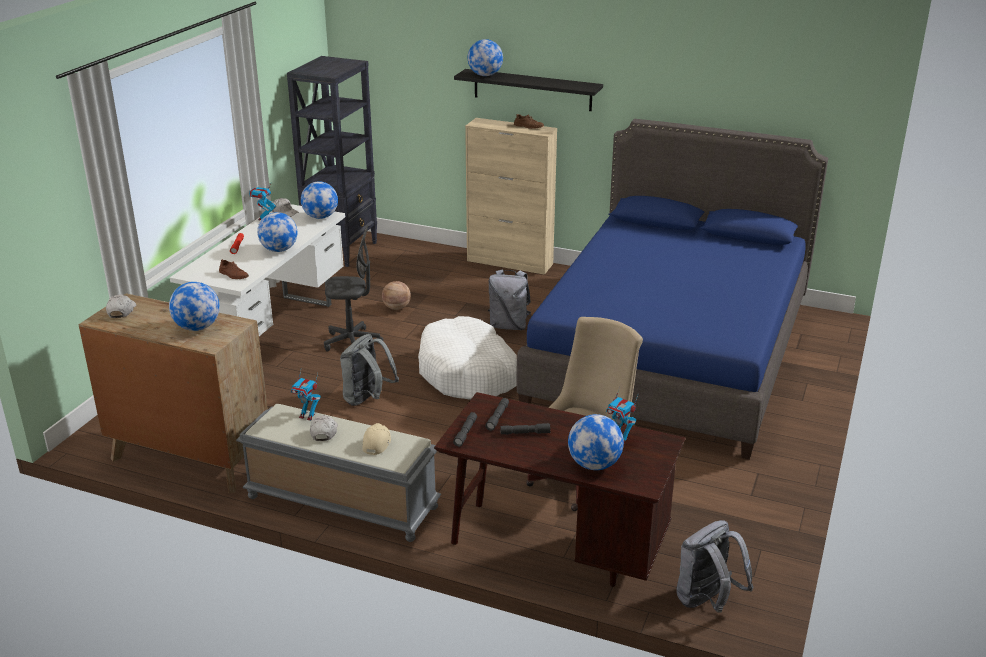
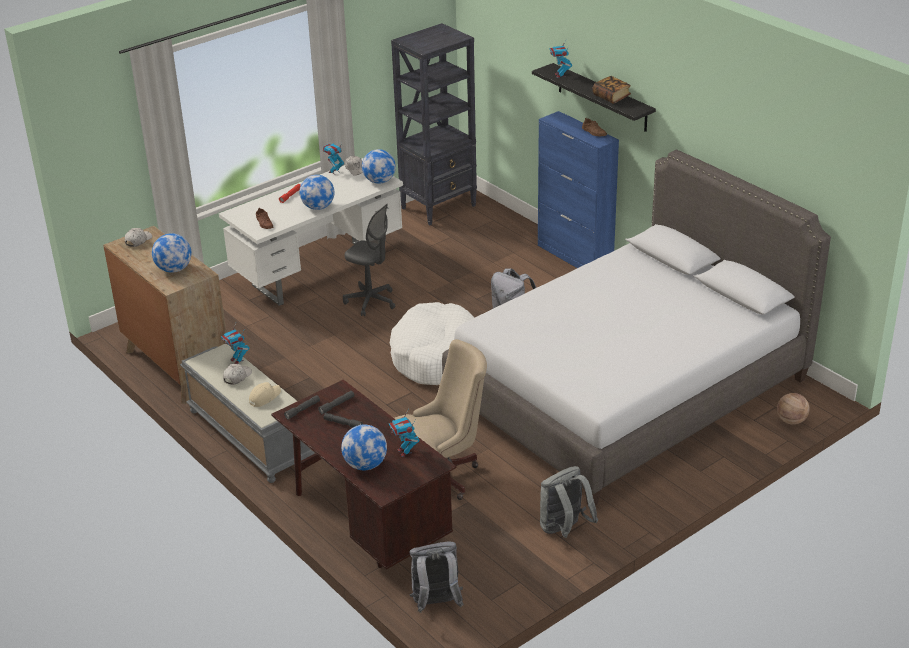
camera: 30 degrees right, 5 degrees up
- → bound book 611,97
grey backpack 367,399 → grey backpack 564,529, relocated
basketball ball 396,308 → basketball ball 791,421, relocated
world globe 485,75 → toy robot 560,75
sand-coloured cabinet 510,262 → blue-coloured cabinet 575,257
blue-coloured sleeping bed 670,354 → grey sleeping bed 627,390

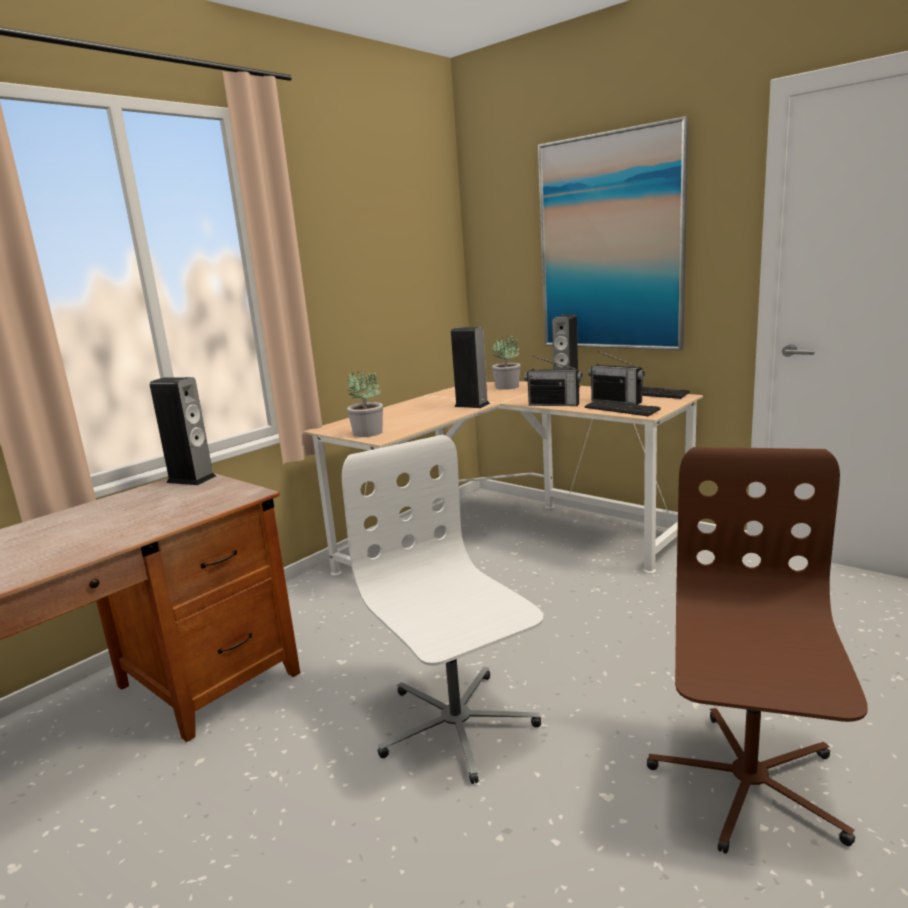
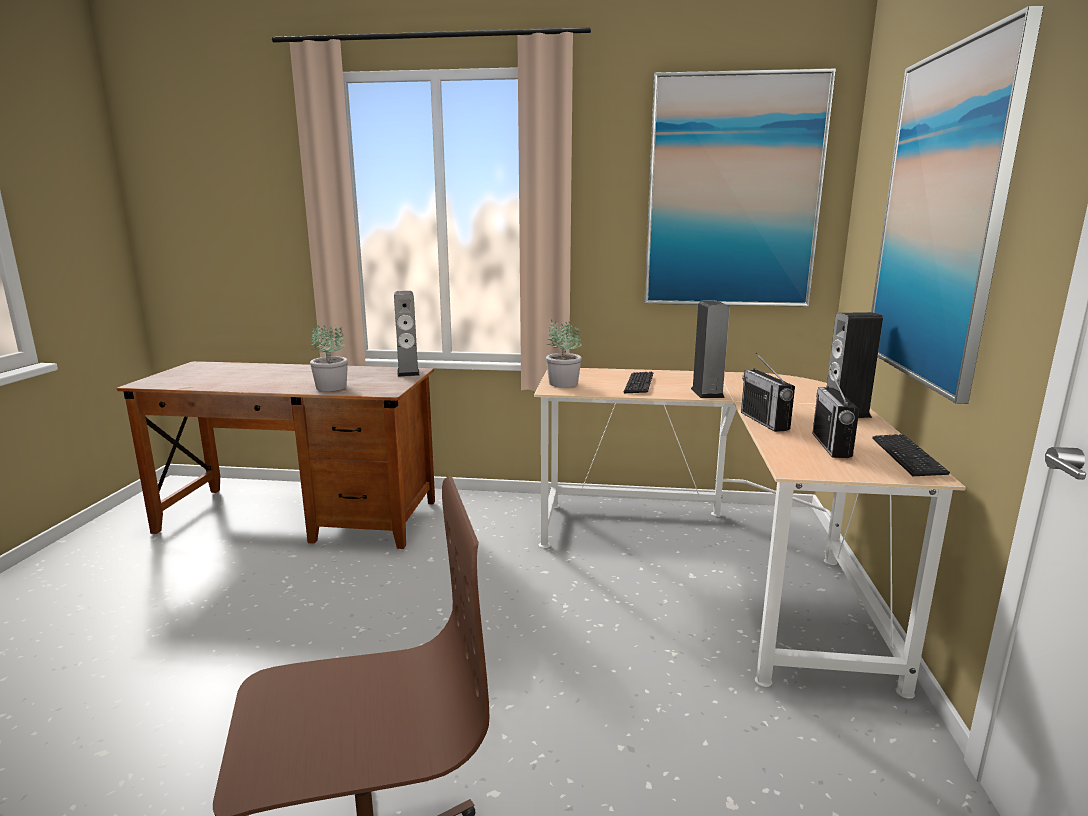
camera: 55 degrees right, 0 degrees up
white office chair 455,725 → -
- → wall picture 733,193
potted plant 507,387 → potted plant 331,387, relocated
PC keyboard 621,409 → PC keyboard 639,384, relocated

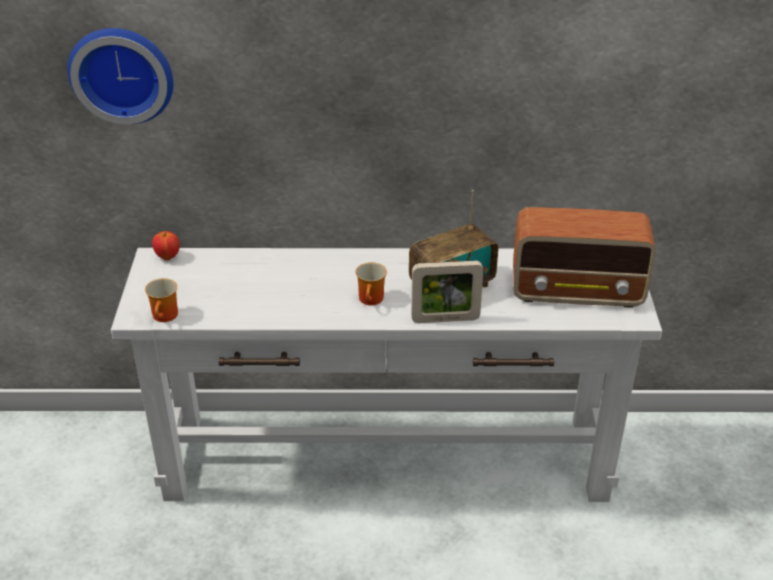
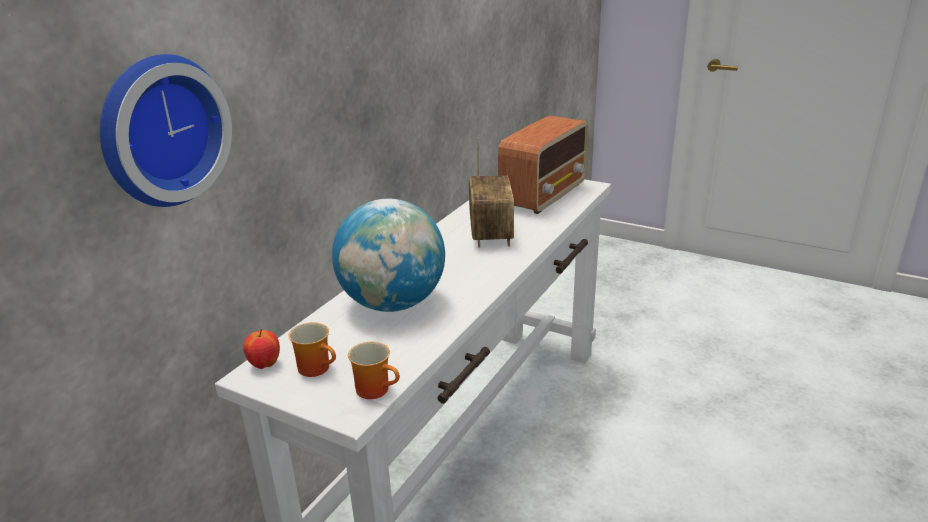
camera: 60 degrees left, 10 degrees down
standing frame 445,319 → -
- → world globe 393,304
tea mug 372,300 → tea mug 318,368, relocated

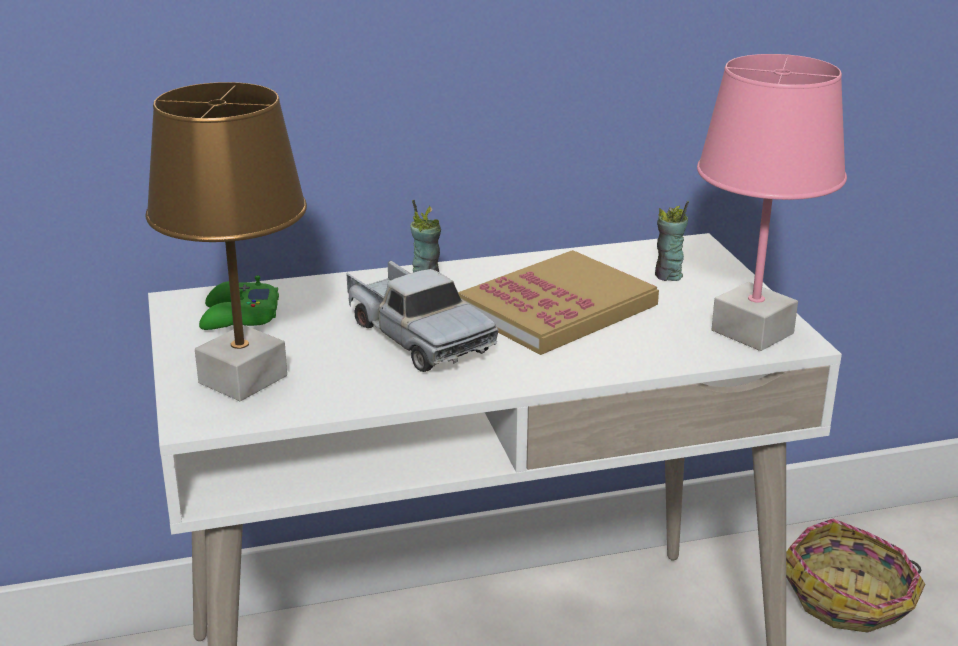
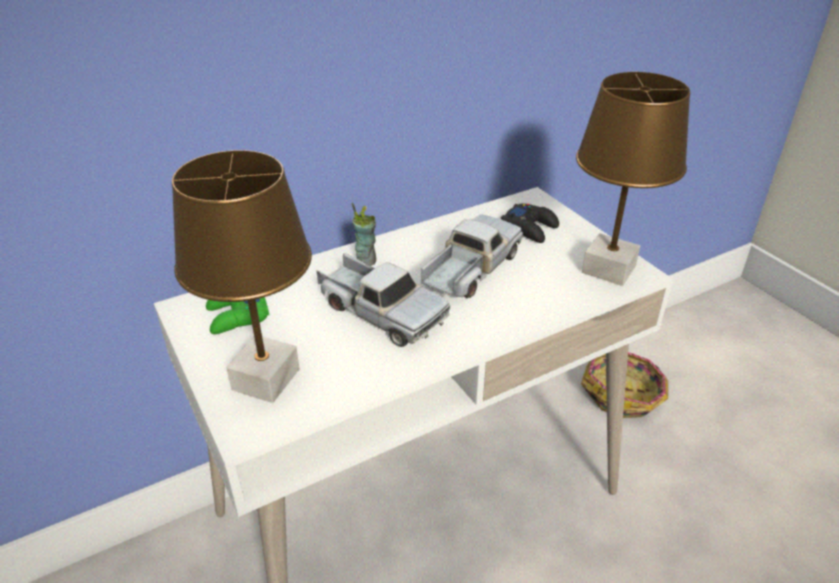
camera: 15 degrees left, 10 degrees up
bound book 558,309 → toy truck 470,270
small cup 668,276 → black gamepad 529,228
pink-coloured table lamp 751,332 → brownish table lamp 607,269

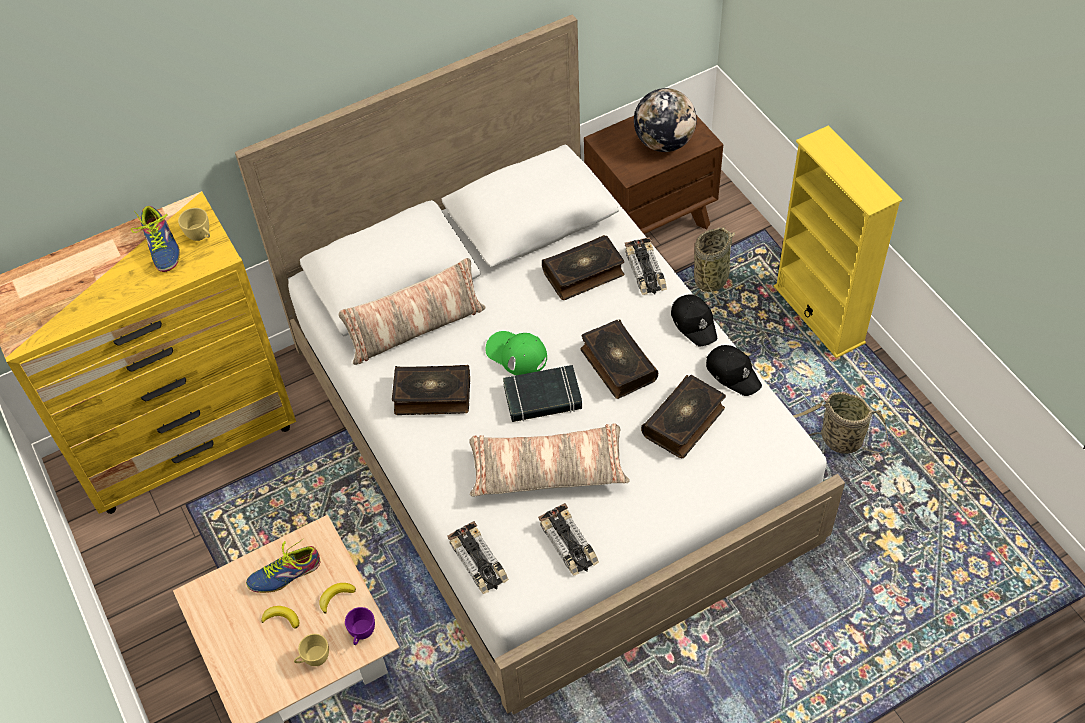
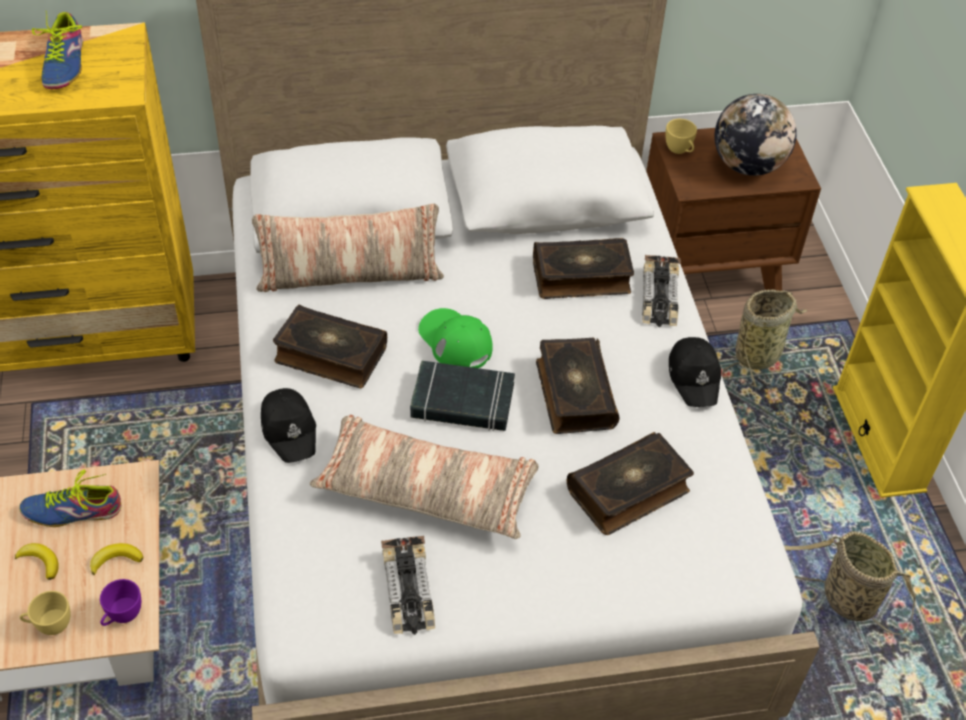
camera: 15 degrees right, 5 degrees down
miniature car 479,562 → -
yellow-coloured small cup 201,236 → yellow-coloured small cup 680,150, relocated
black peaked cap 733,373 → black peaked cap 290,429, relocated

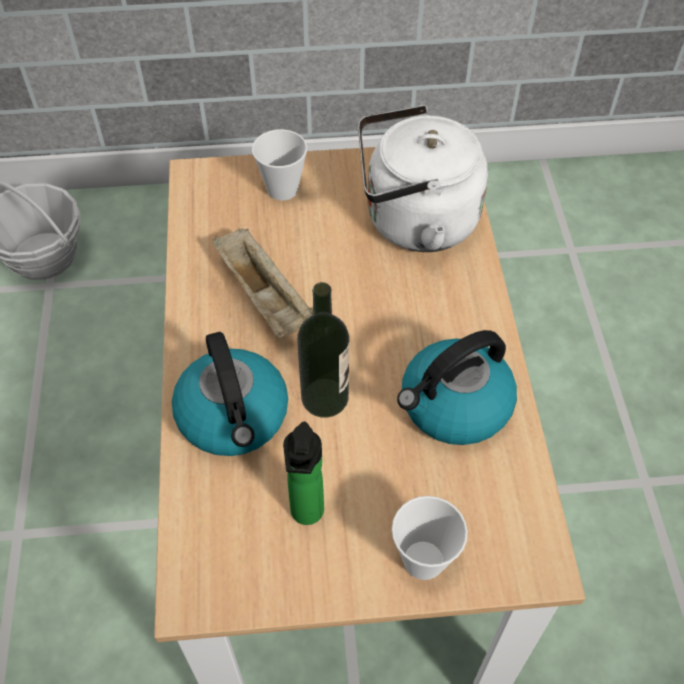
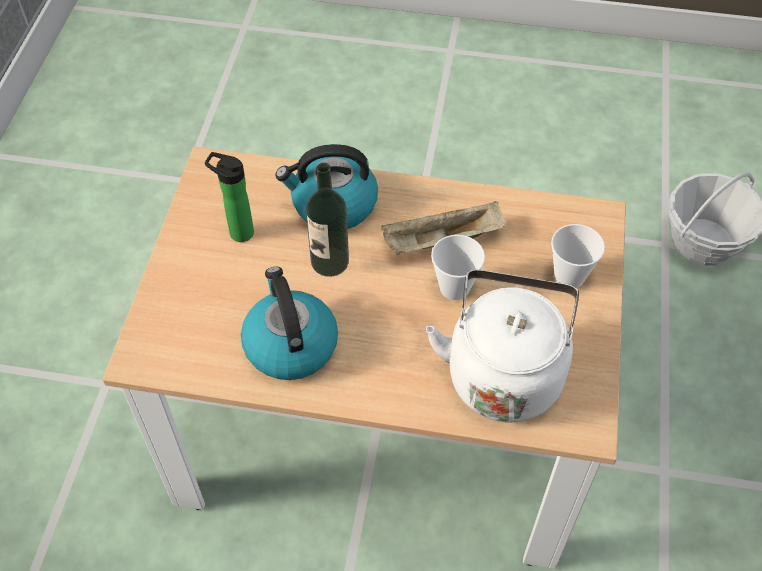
camera: 105 degrees right, 0 degrees up
small cup 423,560 → small cup 454,288, relocated

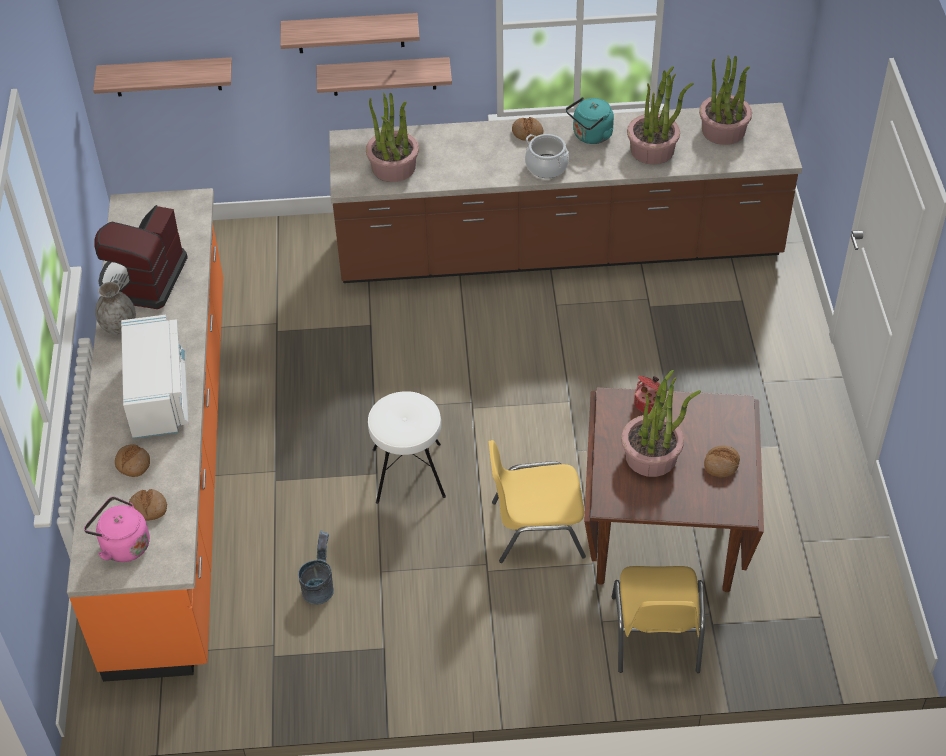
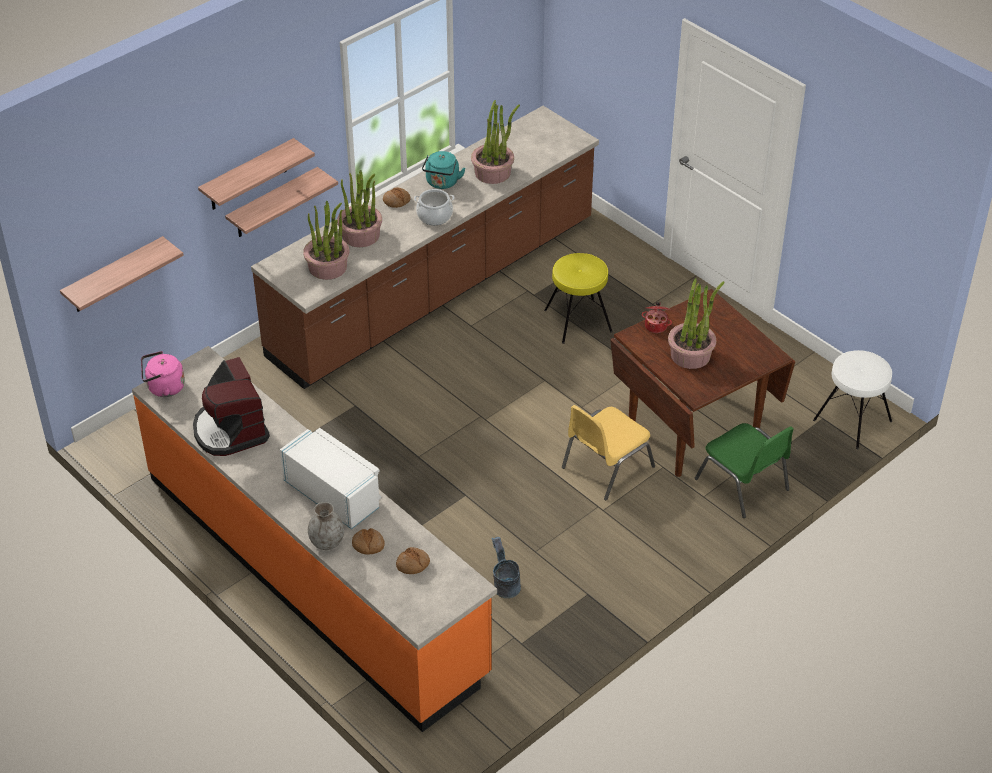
camera: 40 degrees left, 5 degrees down
bread 721,464 → -
- → yellow-coloured stool seat 578,321
pink-coloured tea kettle 122,545 → pink-coloured tea kettle 163,388, relocated
grey vase 119,327 → grey vase 327,542, relocated
white stool seat 408,472 → white stool seat 852,420, relocated
potted plant 723,130 → potted plant 361,235, relocated
yellow-coloured plain chair 656,636 → green-coloured plain chair 743,485

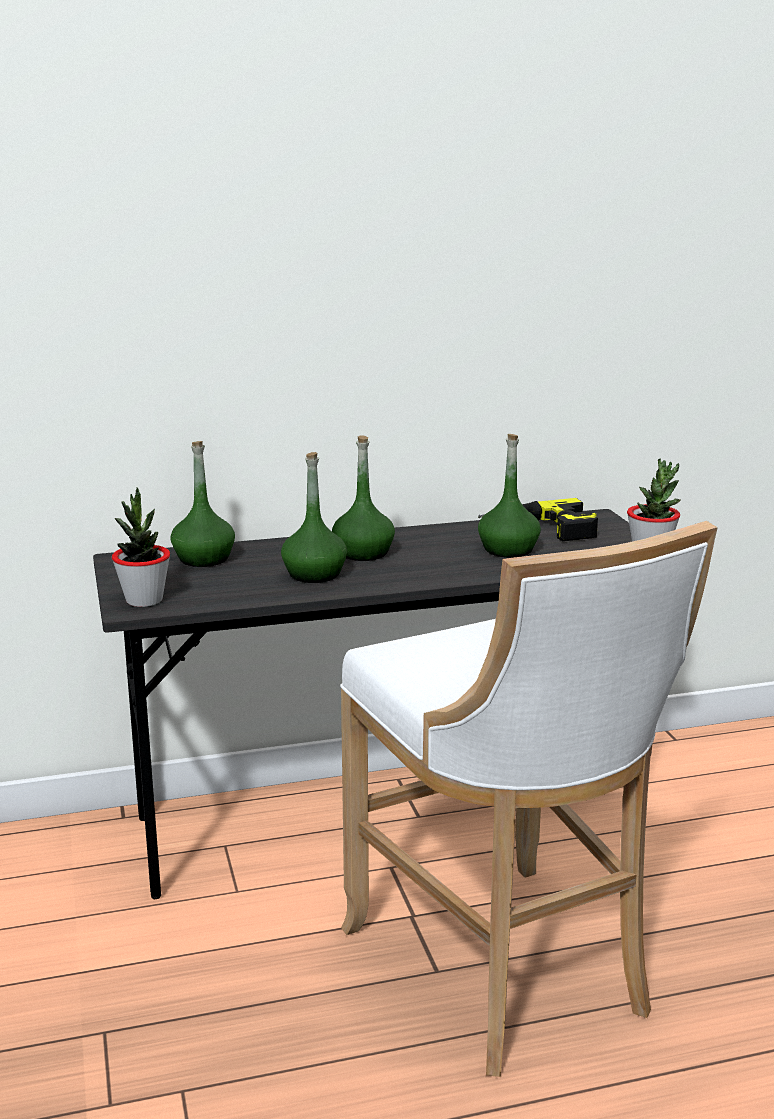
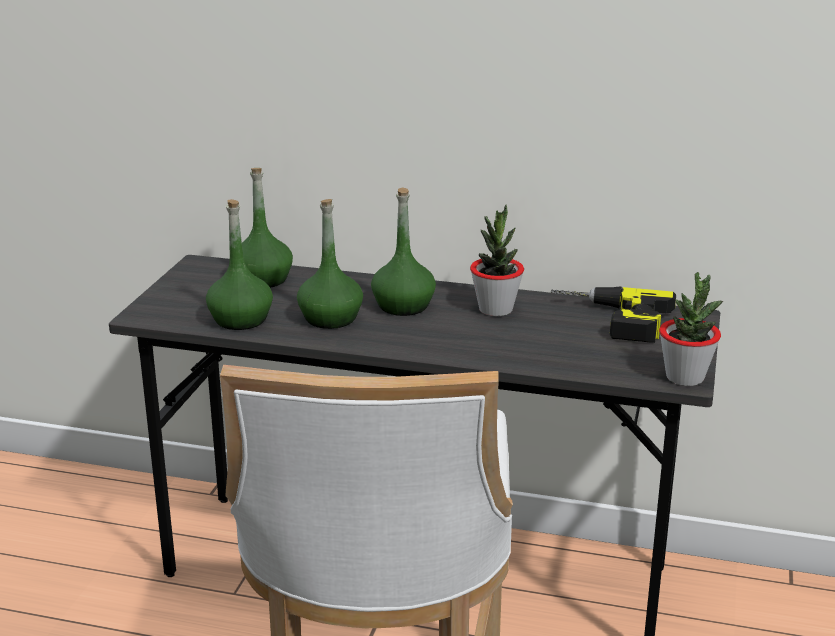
camera: 30 degrees right, 5 degrees up
potted plant 144,600 → potted plant 495,309, relocated
green-coloured bottle 508,550 → green-coloured bottle 241,319, relocated

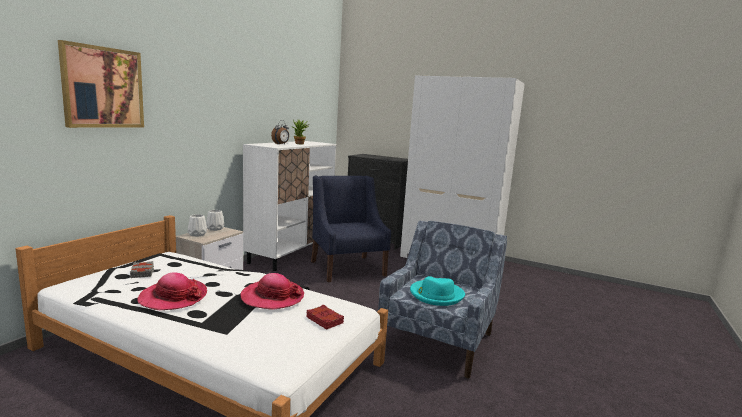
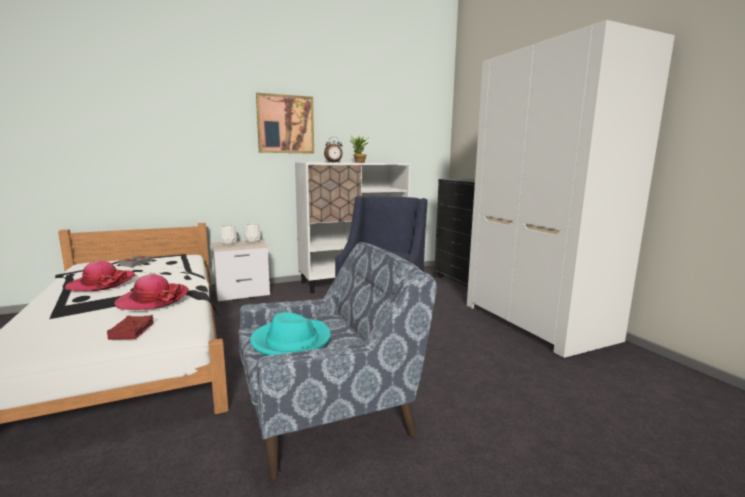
camera: 40 degrees right, 0 degrees up
wall picture 103,87 → wall picture 285,124, relocated

